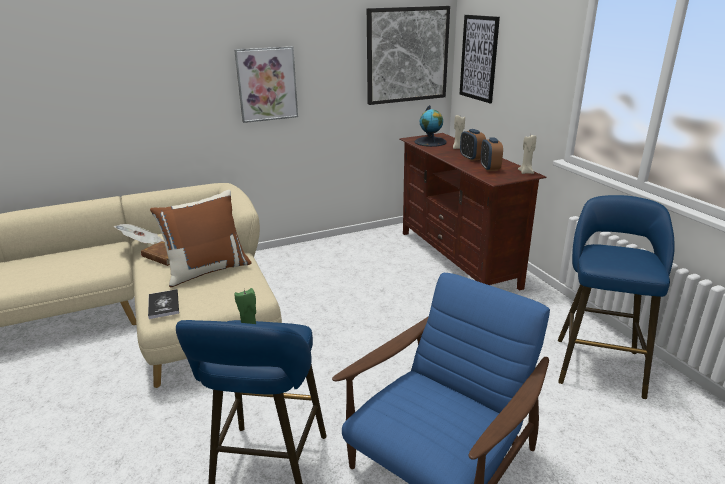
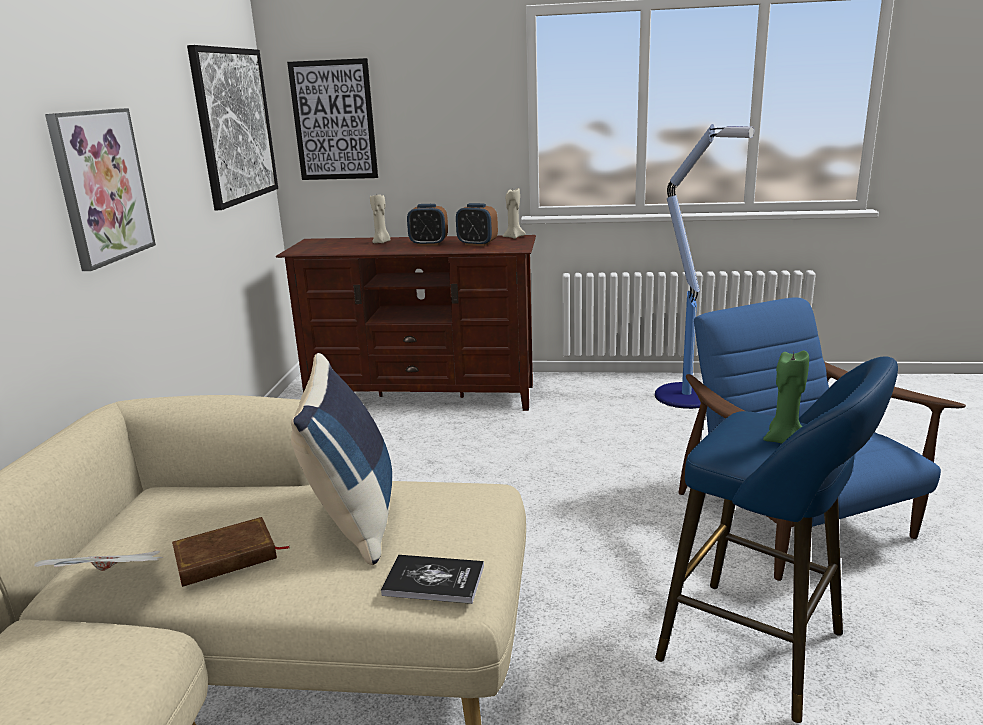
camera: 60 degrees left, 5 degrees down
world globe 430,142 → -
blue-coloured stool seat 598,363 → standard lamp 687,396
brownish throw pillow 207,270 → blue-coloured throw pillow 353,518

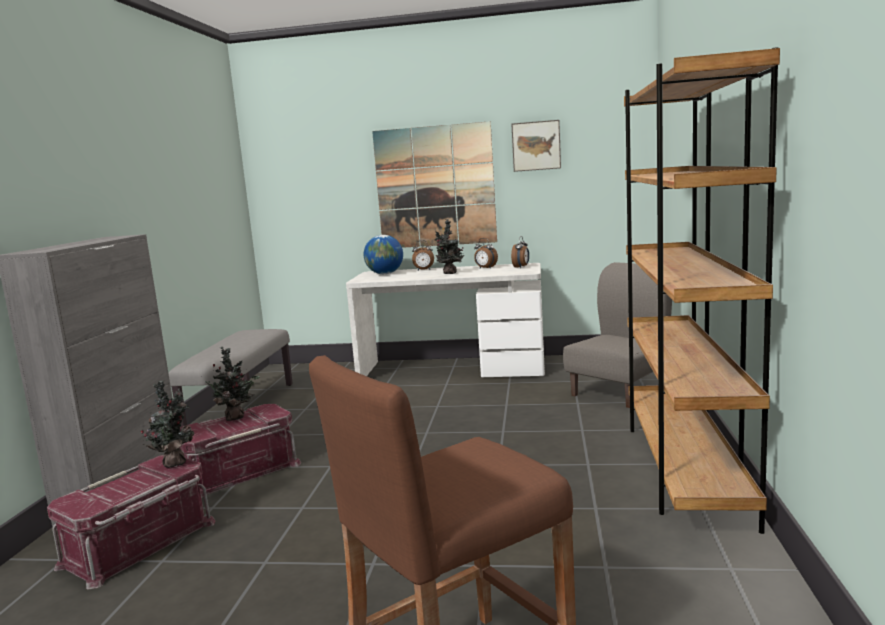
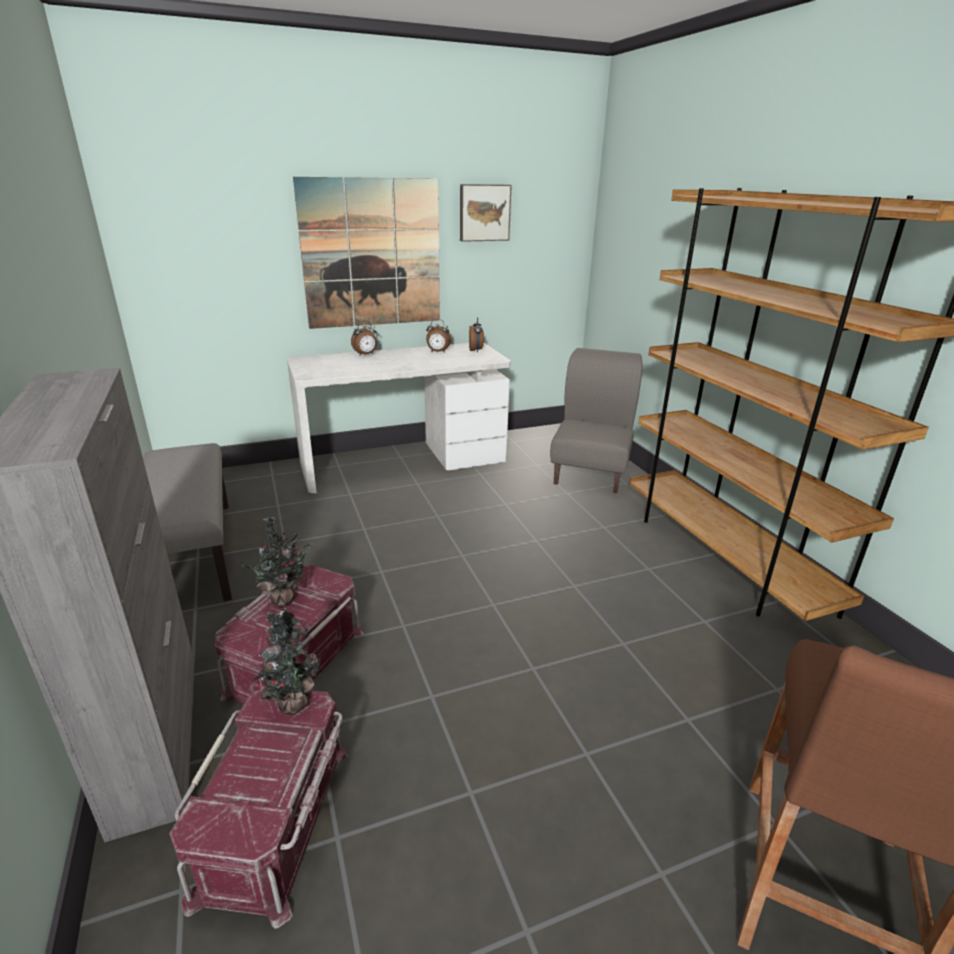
camera: 30 degrees left, 15 degrees up
world globe 385,274 → -
potted plant 449,273 → -

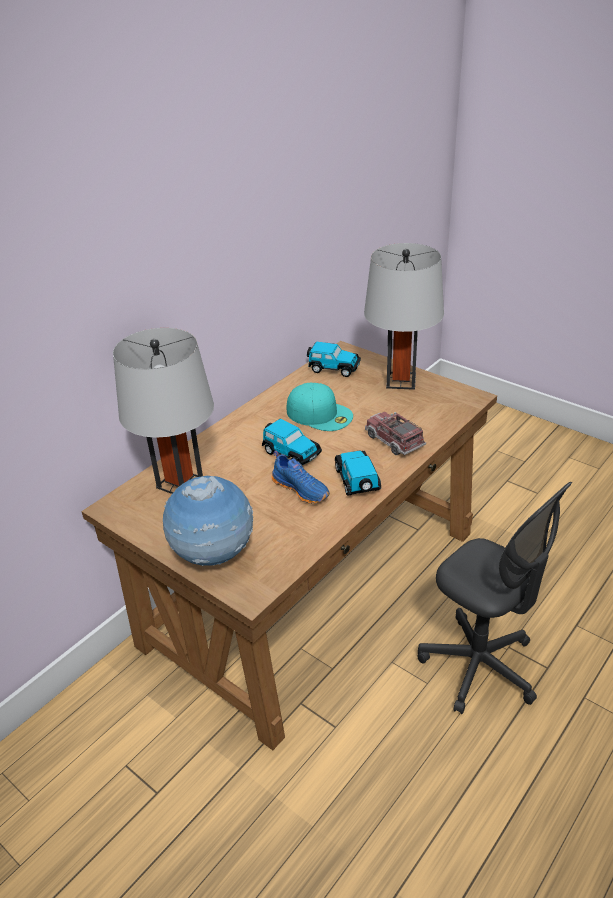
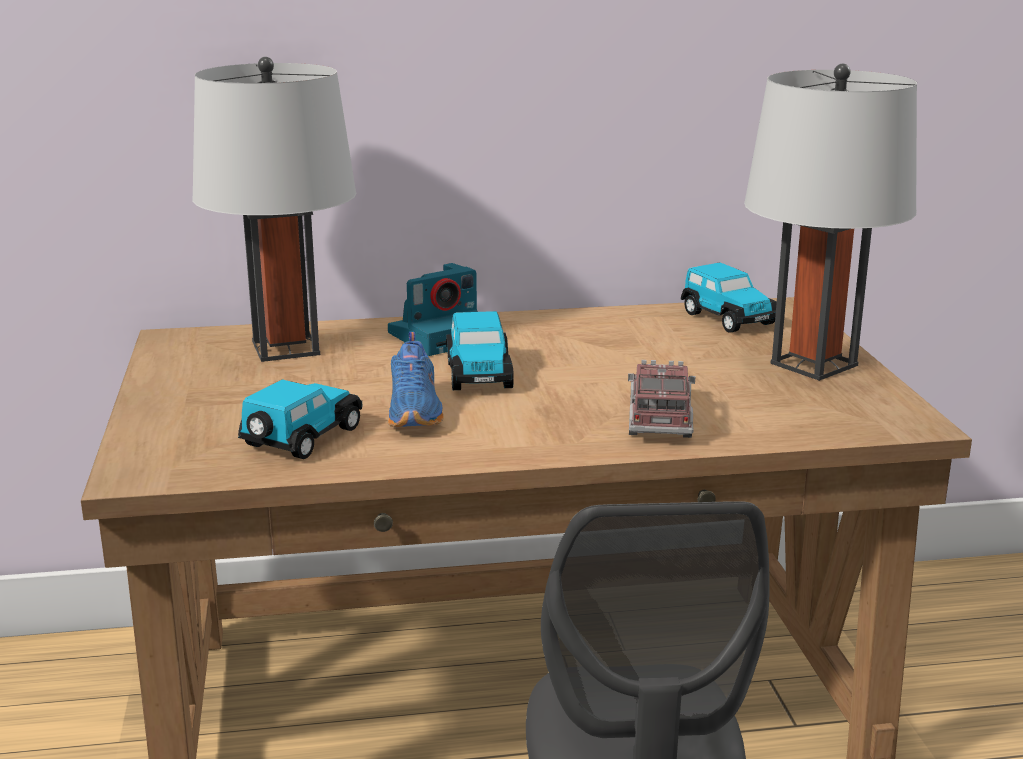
camera: 40 degrees right, 15 degrees down
world globe 214,556 → -
blue-green peaked cap 320,414 → -
- → photo camera 441,336
miniature car 357,481 → miniature car 301,438, relocated

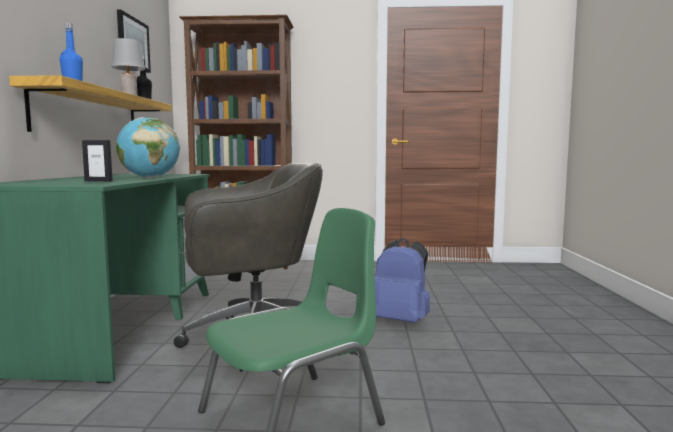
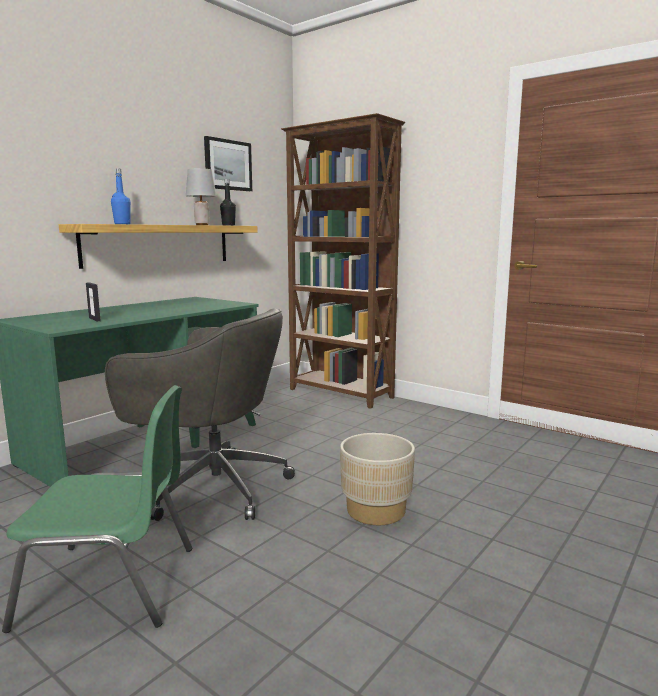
camera: 35 degrees right, 5 degrees up
world globe 149,177 → -
blue-coloured backpack 401,321 → sand-coloured flower pot 376,510

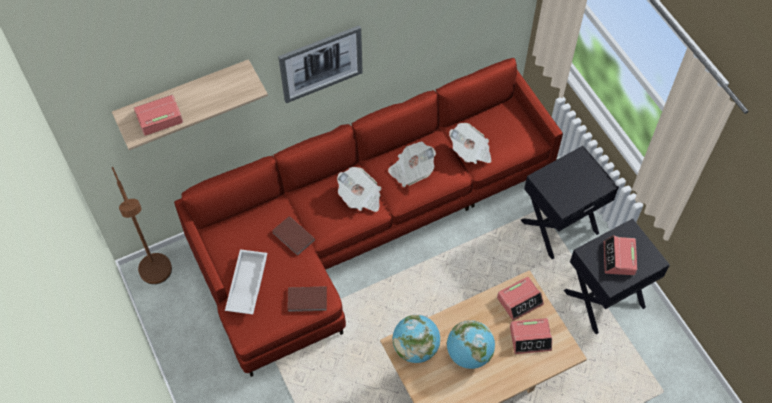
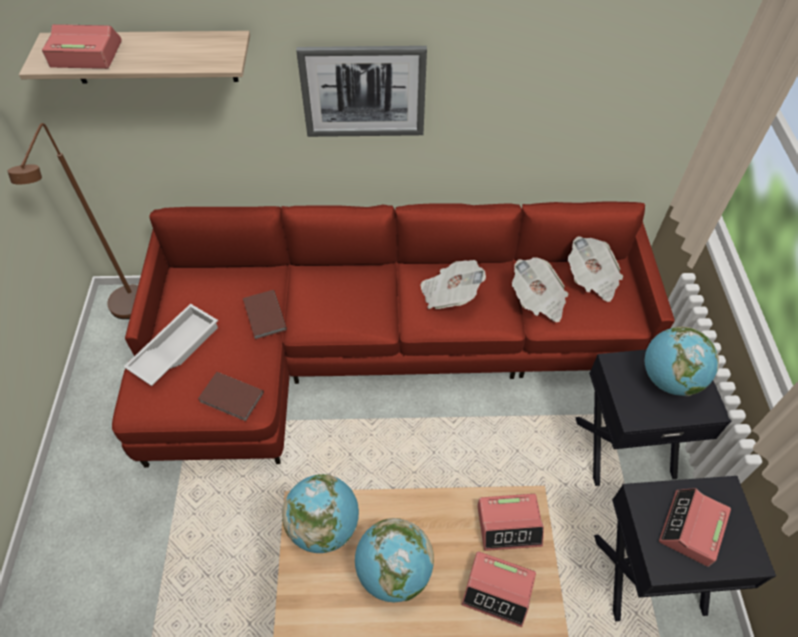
camera: 25 degrees right, 5 degrees down
- → world globe 669,379
printed paper 360,197 → printed paper 592,279, relocated

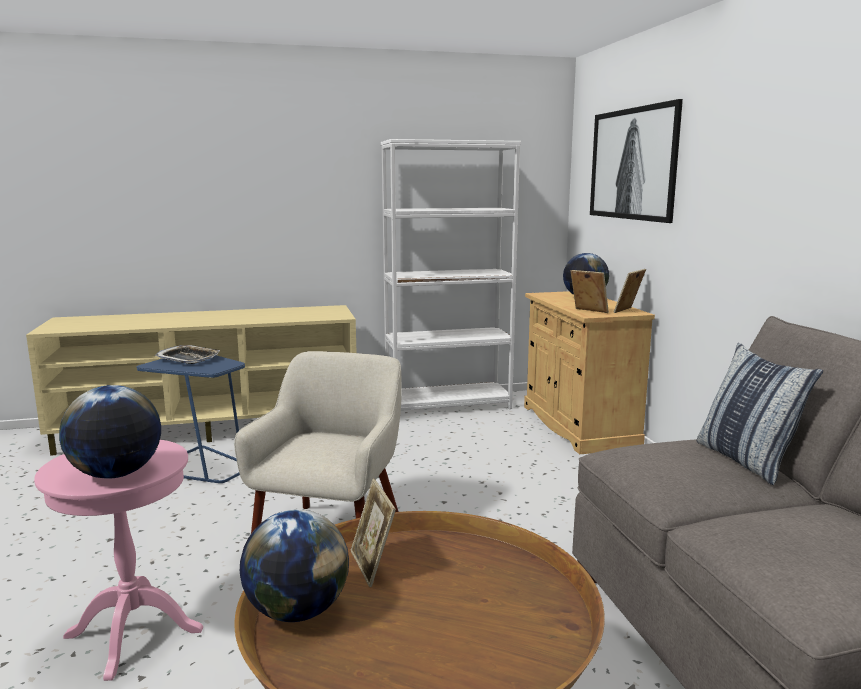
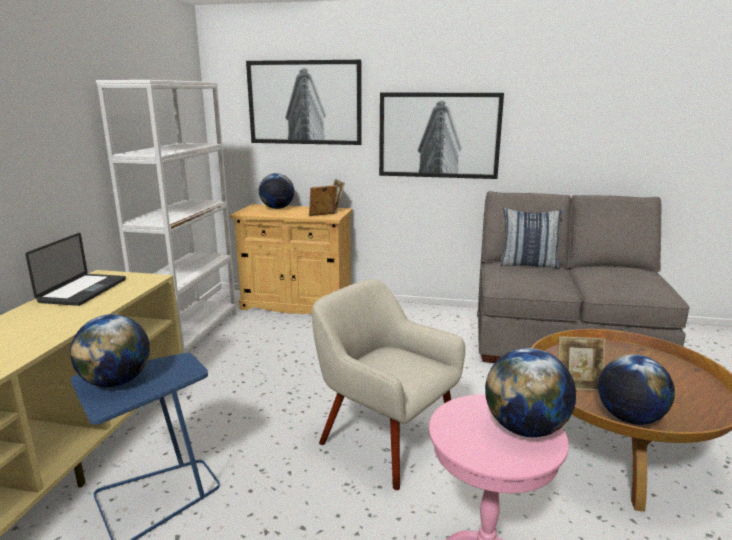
camera: 65 degrees left, 5 degrees up
- → portable computer 83,291
- → wall picture 439,135
serving tray 188,359 → world globe 116,382

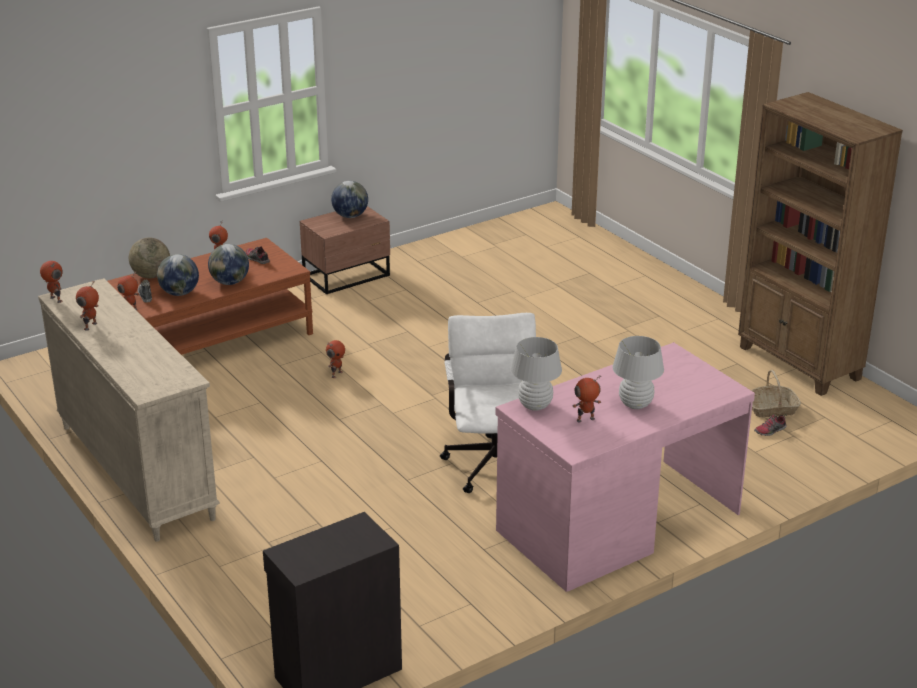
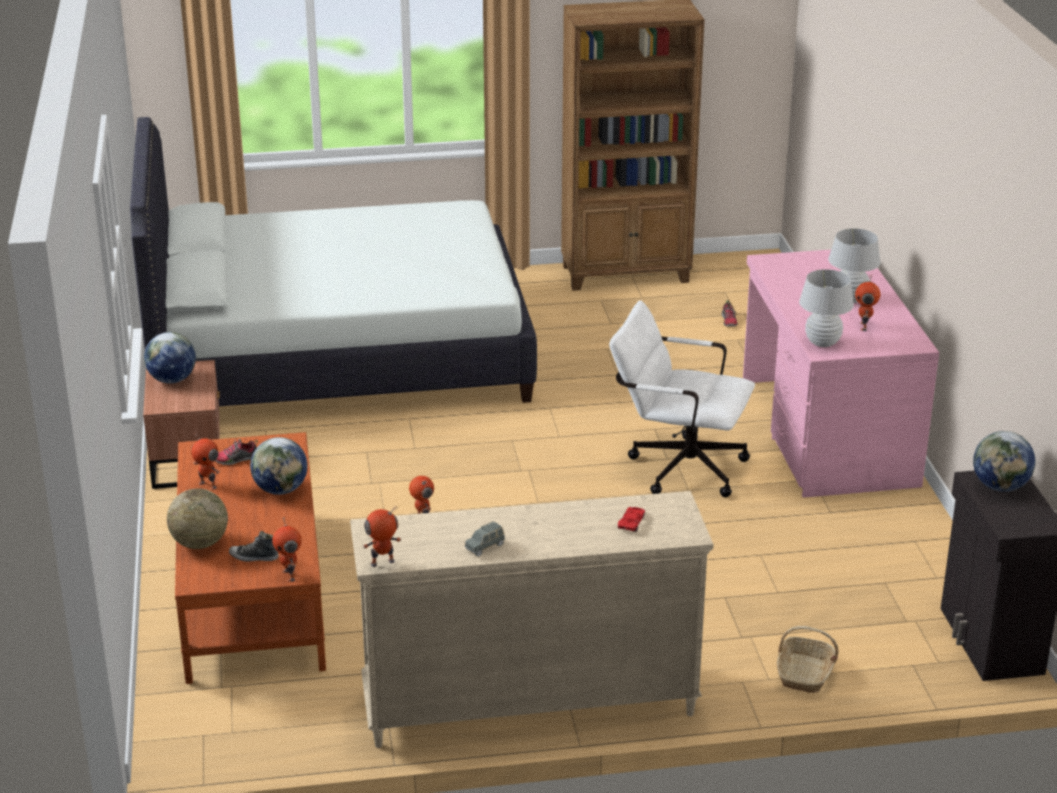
camera: 65 degrees left, 0 degrees up
- → white sleeping bed 338,355
- → red-coloured miniature car 632,522
world globe 179,293 → world globe 1000,487, relocated
storage basket 772,409 → storage basket 804,673, relocated
toy robot 91,326 → grey miniature car 485,547

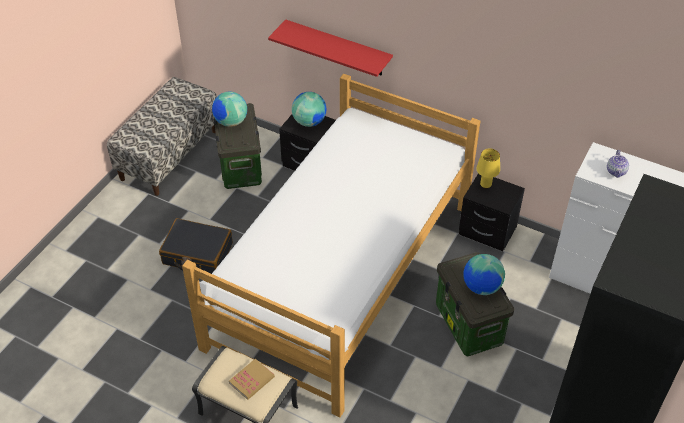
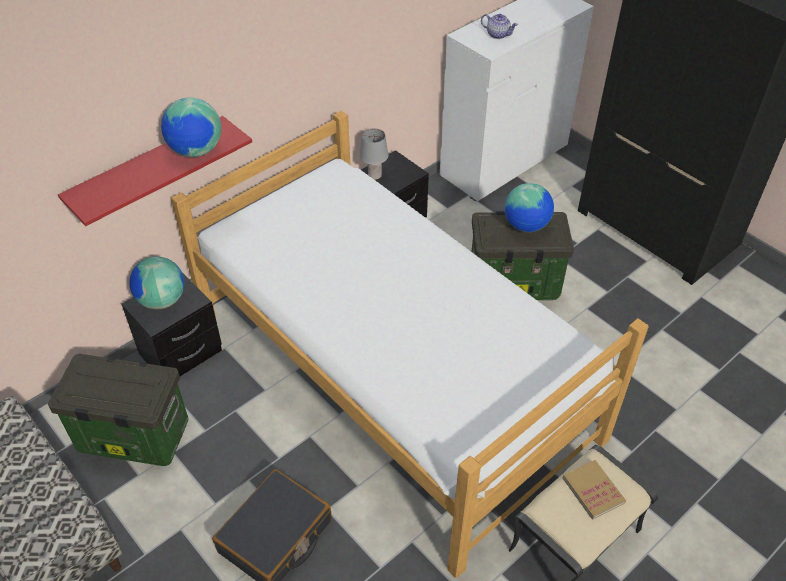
camera: 70 degrees left, 0 degrees up
world globe 230,122 → world globe 196,151, relocated
yellow-coloured table lamp 485,185 → grey table lamp 374,176

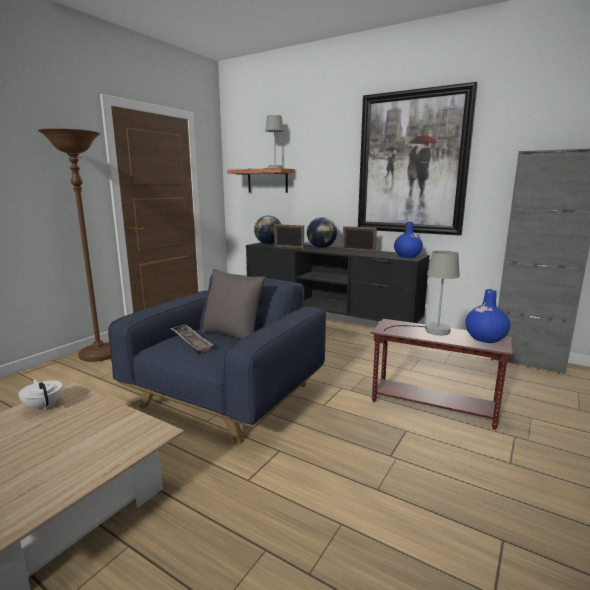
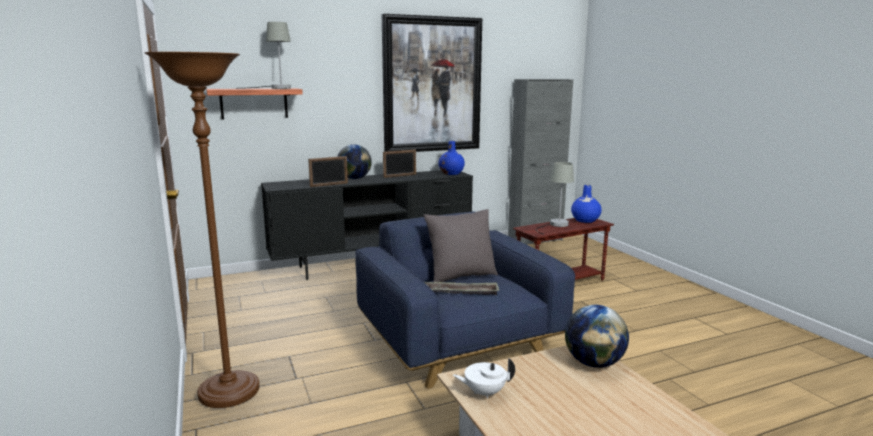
camera: 55 degrees left, 0 degrees up
world globe 268,244 → world globe 594,363, relocated

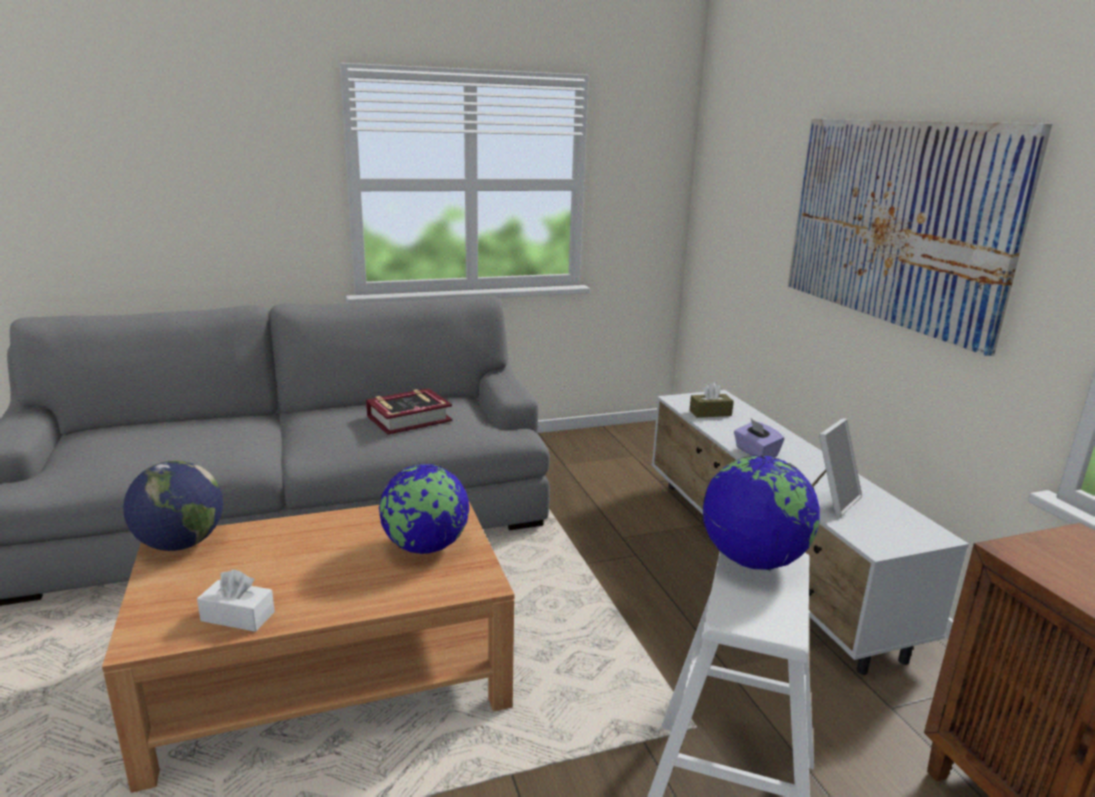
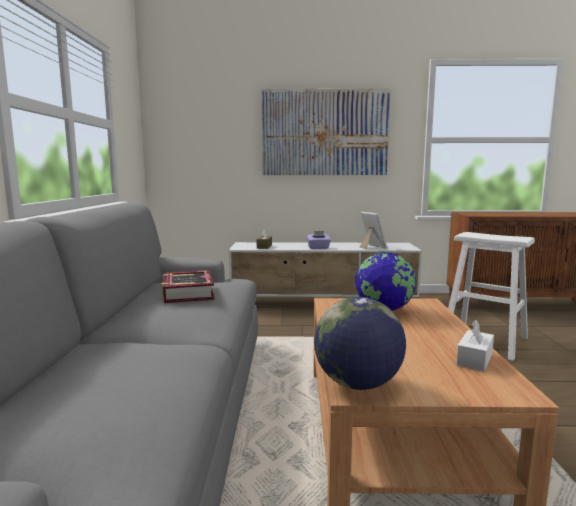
camera: 70 degrees left, 10 degrees down
world globe 753,560 → -

